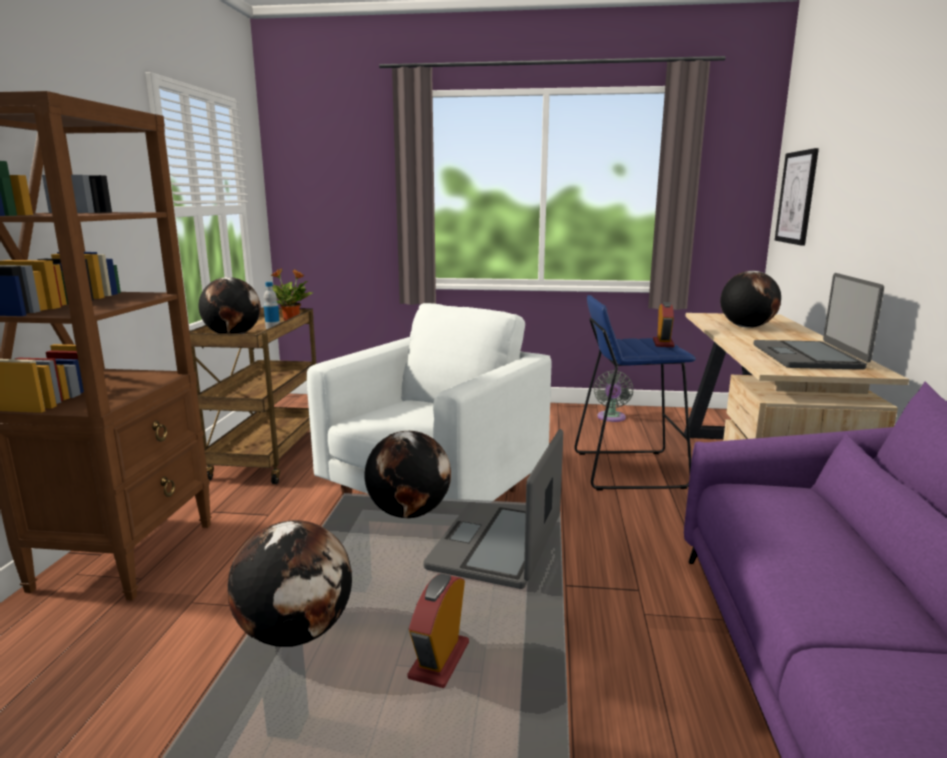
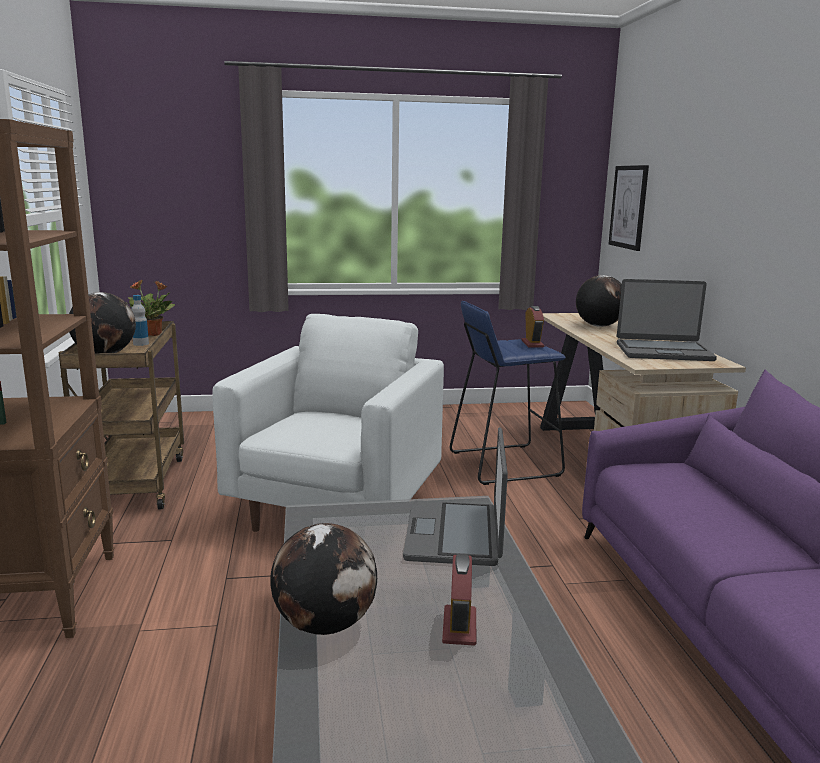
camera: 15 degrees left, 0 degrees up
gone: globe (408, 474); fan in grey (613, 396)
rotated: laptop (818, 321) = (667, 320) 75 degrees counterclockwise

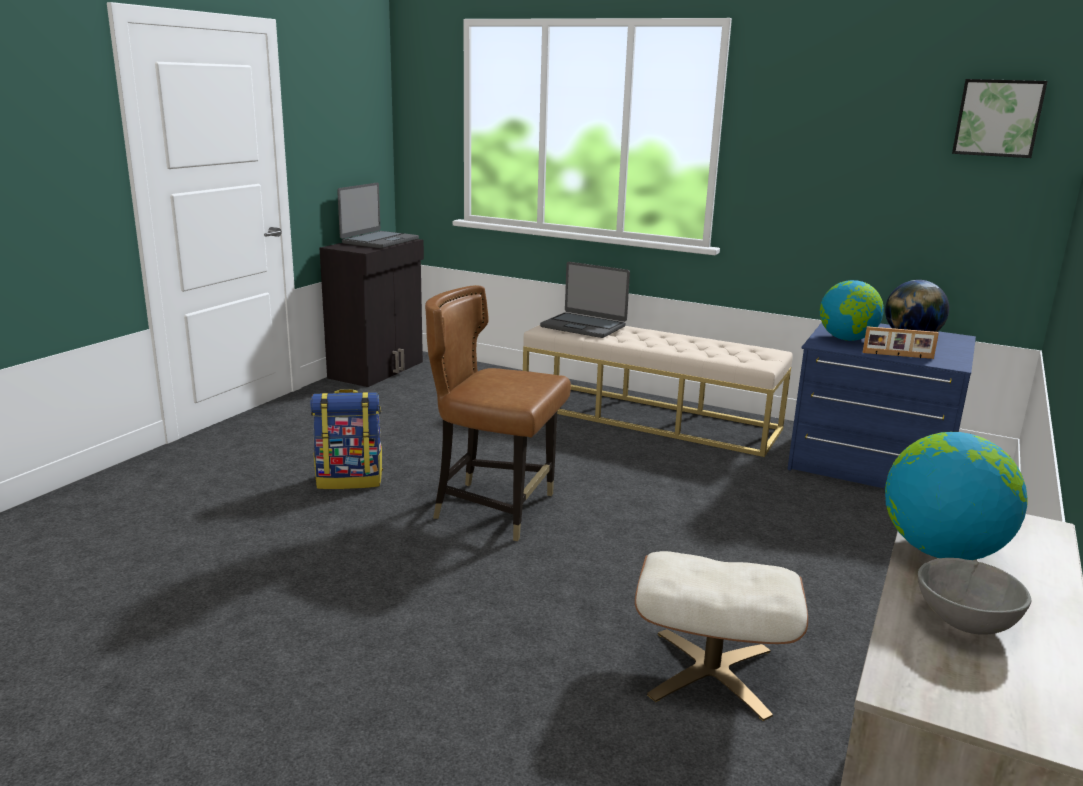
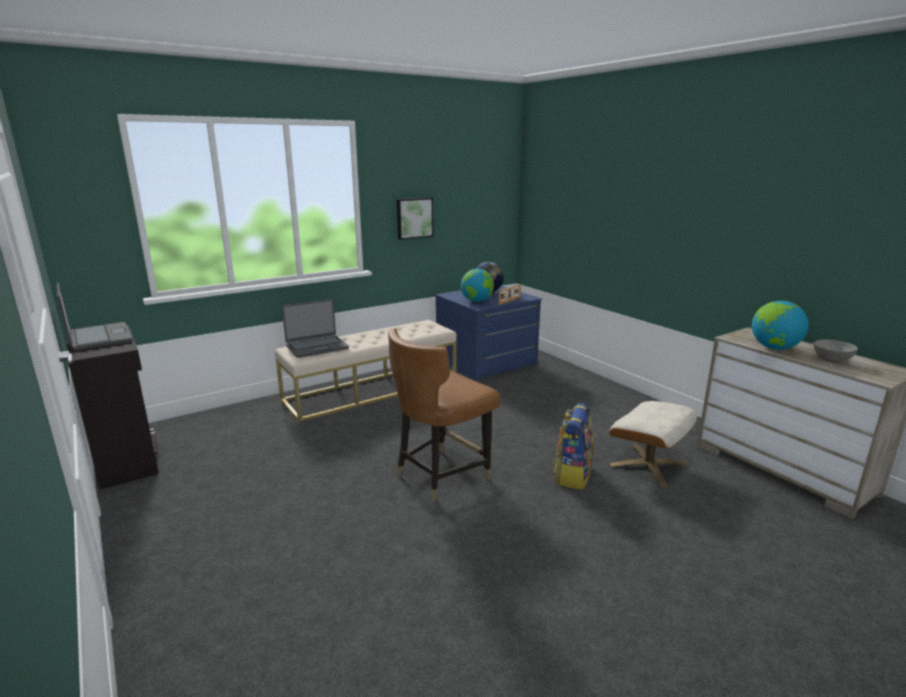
camera: 60 degrees left, 0 degrees up
shifted: picture (1000, 118) to (415, 218); backpack (346, 439) to (573, 446)

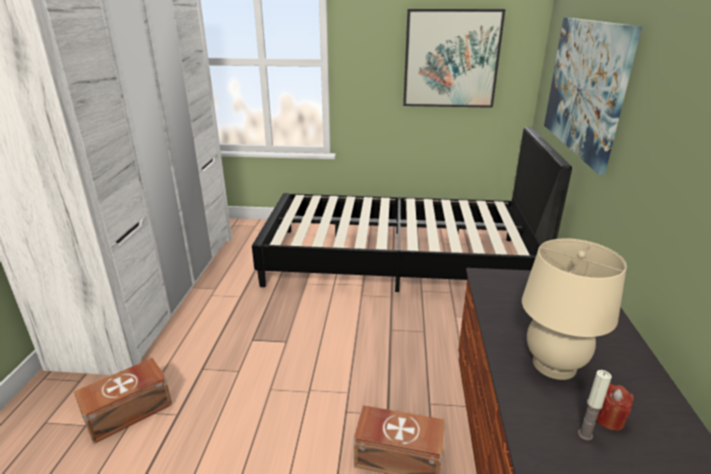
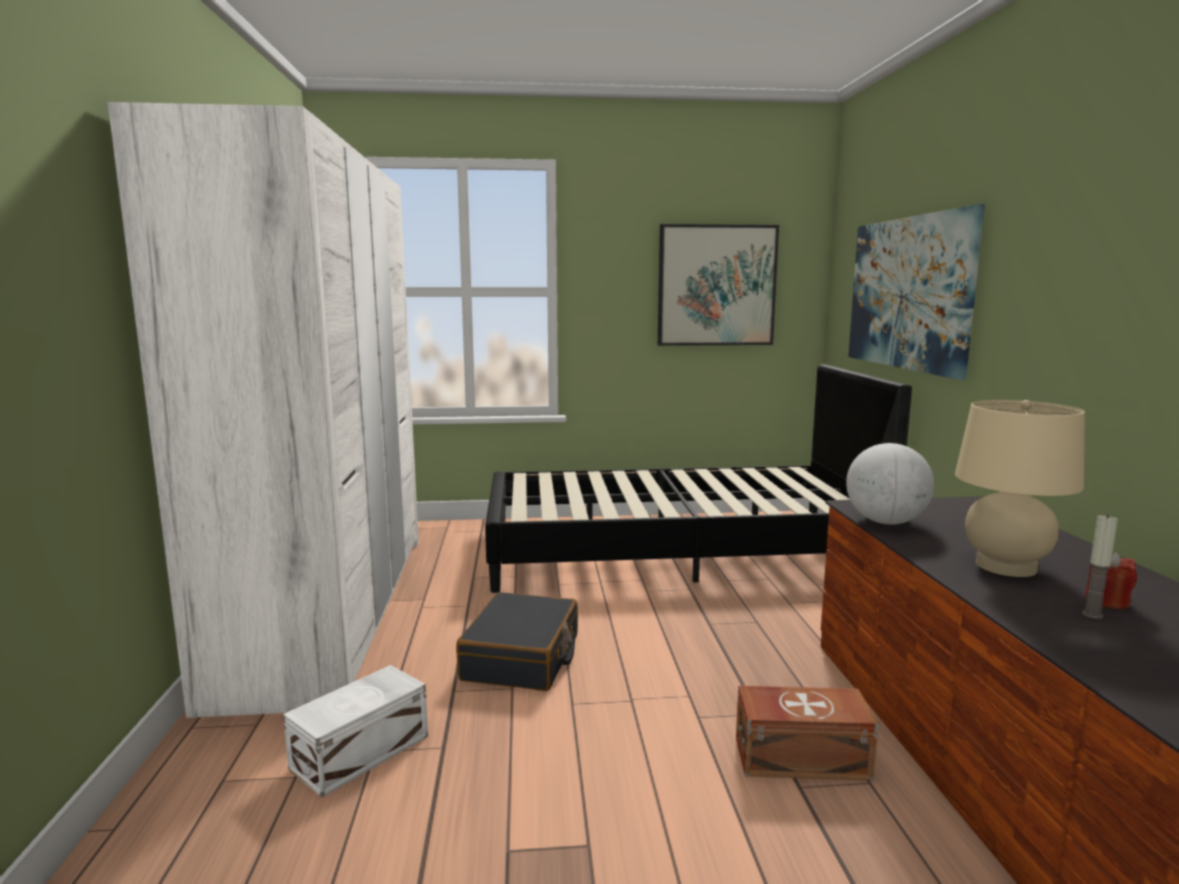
camera: 10 degrees left, 15 degrees down
new: suitcase in black (517, 641); globe (890, 484)
repainted: storage box in brown (123, 401) to storage box in white (355, 731)

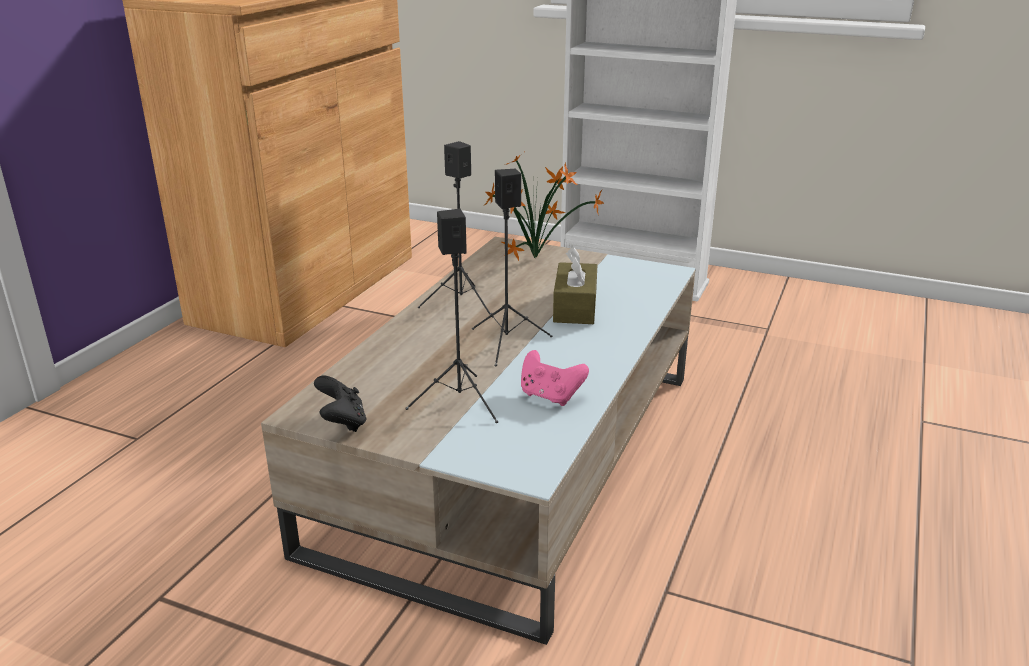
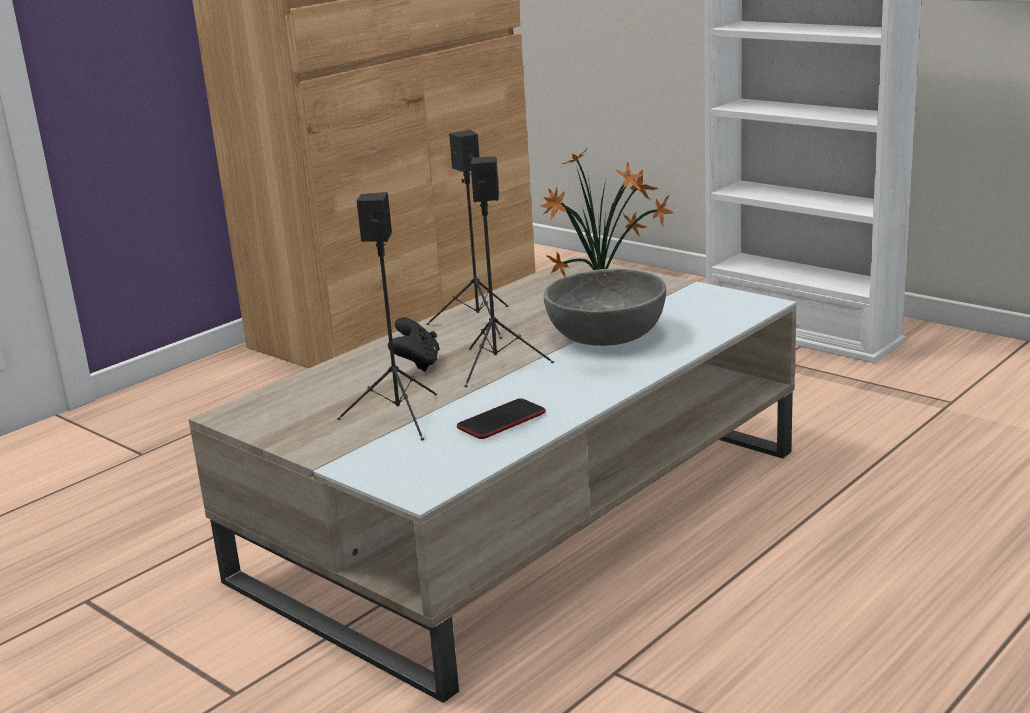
camera: 20 degrees right, 5 degrees down
shifted: game controller in black (340, 404) to (414, 344)
swapped: game controller in pink (555, 378) to phone (501, 418); tissue box in brown (575, 285) to bowl in grey (605, 307)

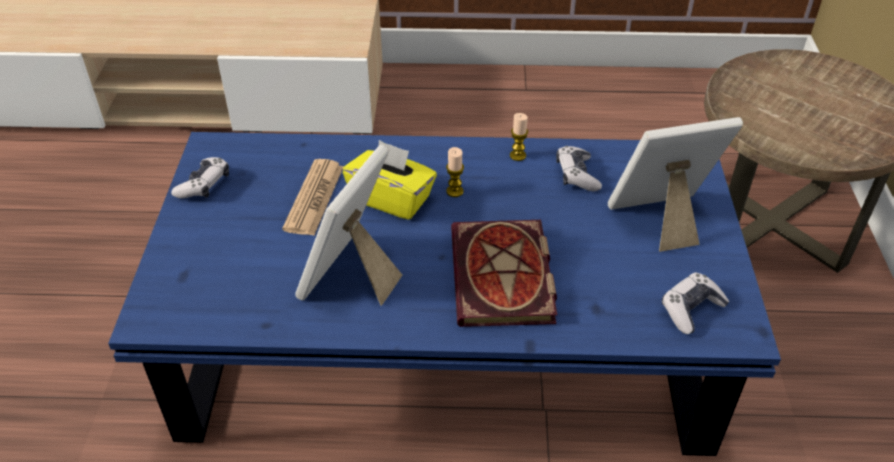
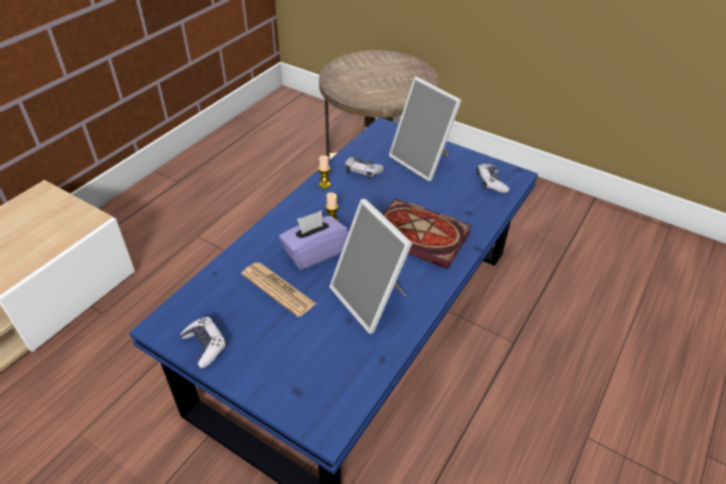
camera: 60 degrees left, 0 degrees up
repainted: tissue box in yellow (390, 180) to tissue box in purple (313, 240)
rotated: picture frame (675, 184) = (425, 129) 60 degrees counterclockwise

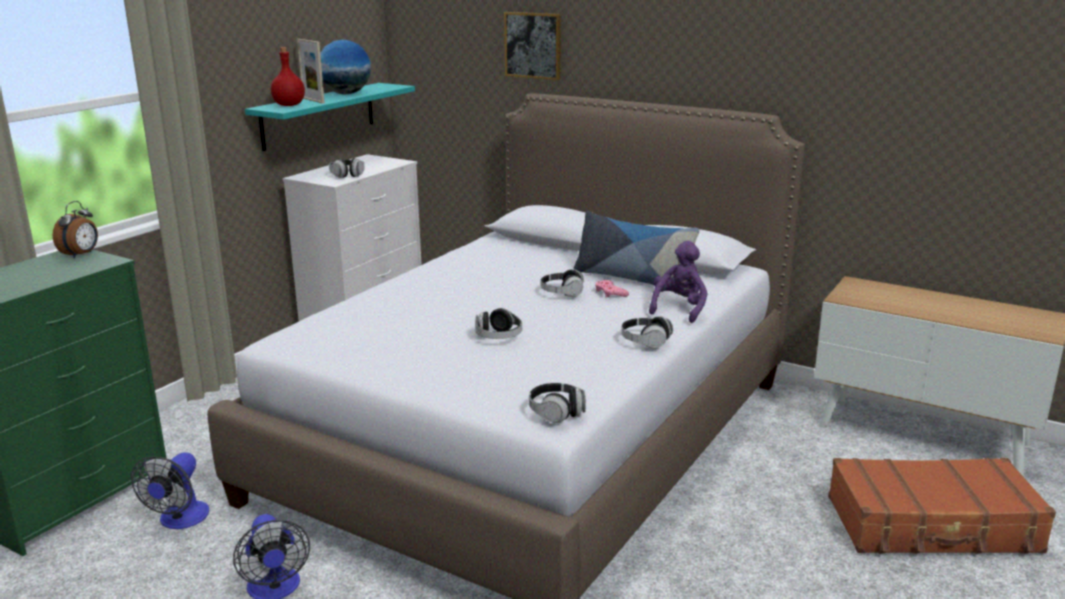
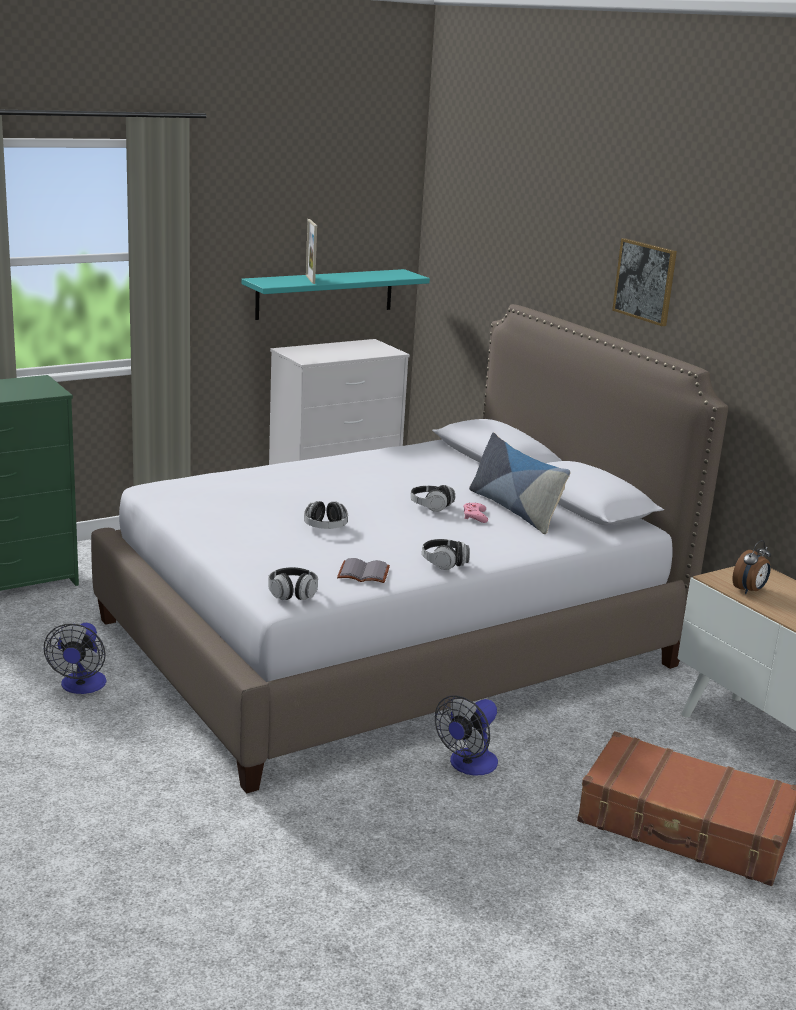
camera: 25 degrees right, 0 degrees up
gone: bottle in red (288, 76); globe (345, 67); headphones (347, 168); plush toy in purple (678, 282)
new: book in grey (363, 570)
shifted: fan (170, 490) to (466, 735); picture (532, 46) to (644, 282); alarm clock (75, 230) to (751, 567)

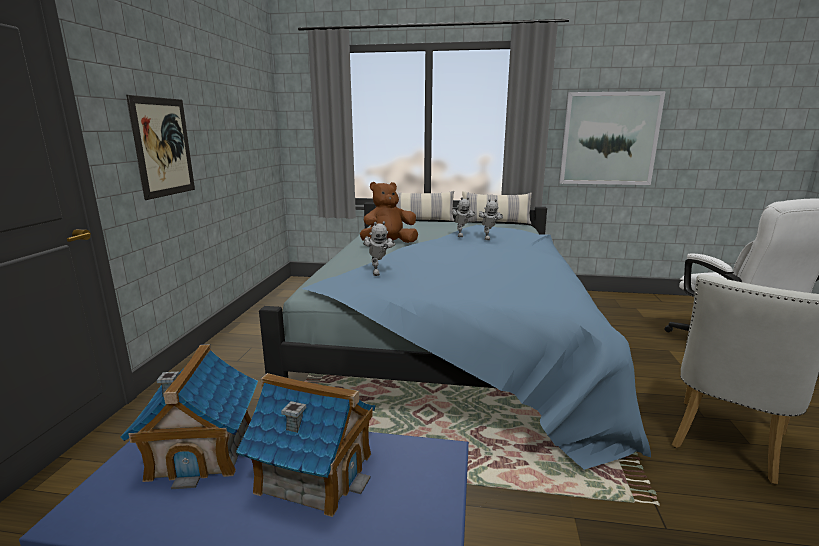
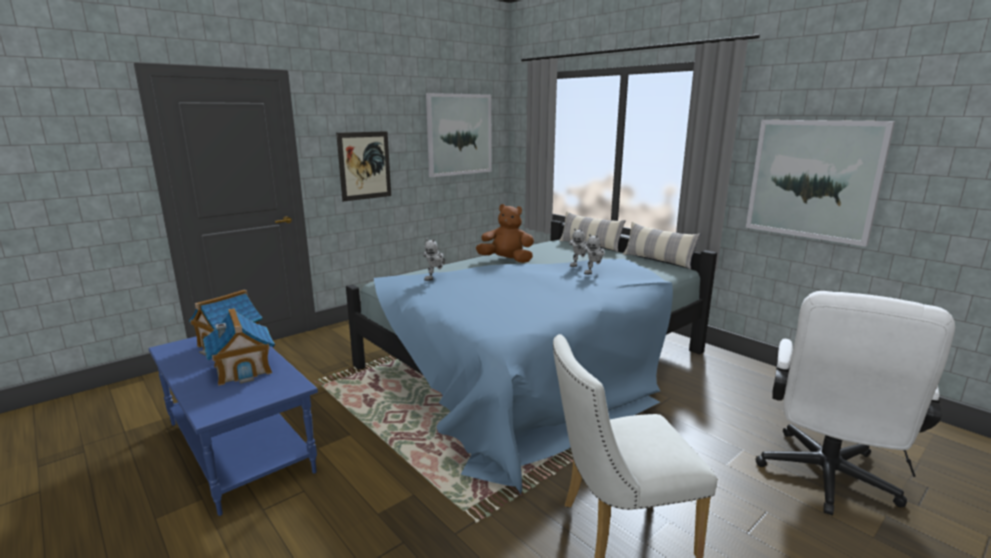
camera: 40 degrees right, 0 degrees up
new: picture (458, 135)

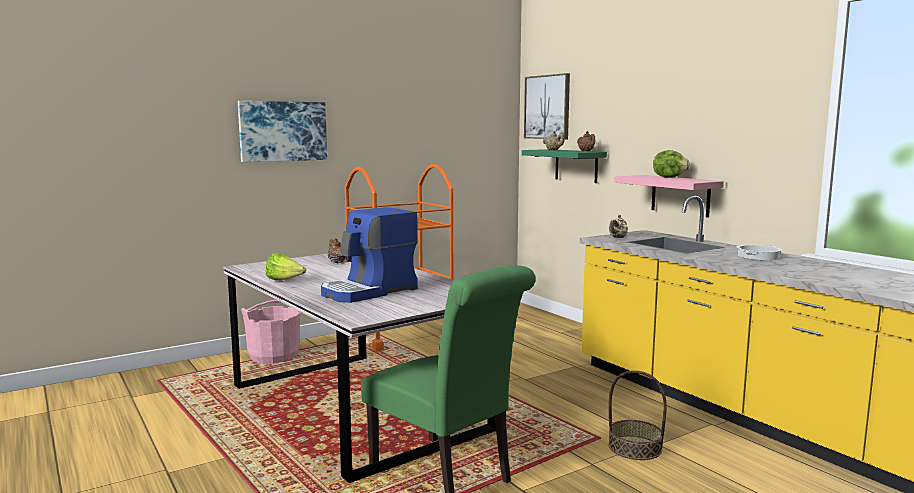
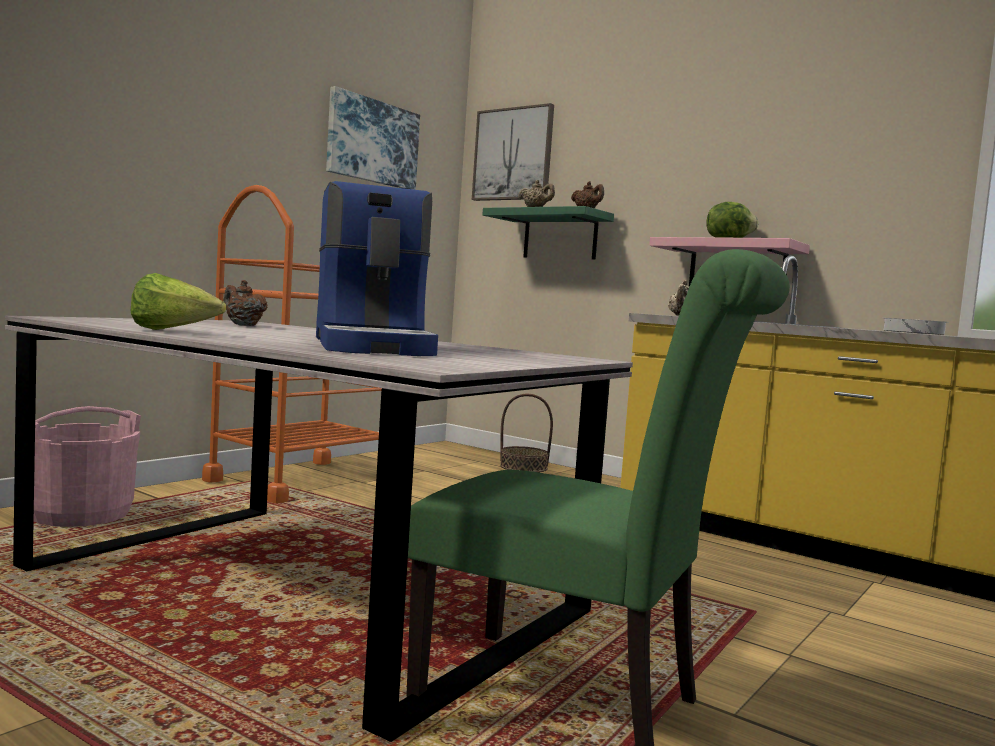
camera: 20 degrees left, 5 degrees down
shifted: picture (282, 131) to (373, 138); basket (638, 415) to (526, 433)
rotated: coffee machine (369, 255) = (377, 268) 45 degrees counterclockwise

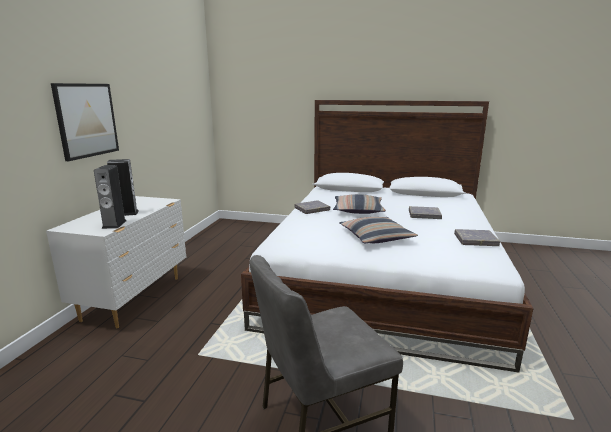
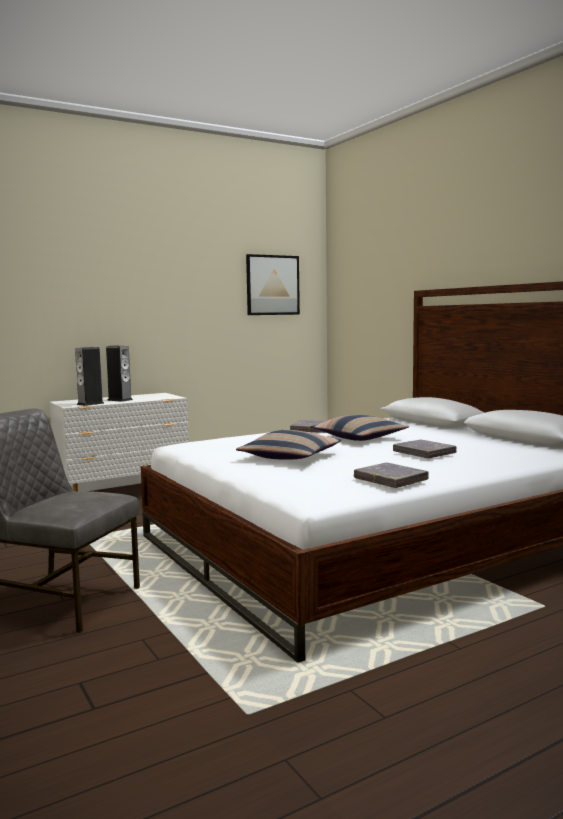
camera: 45 degrees right, 10 degrees down
shifted: picture (85, 122) to (273, 284)

